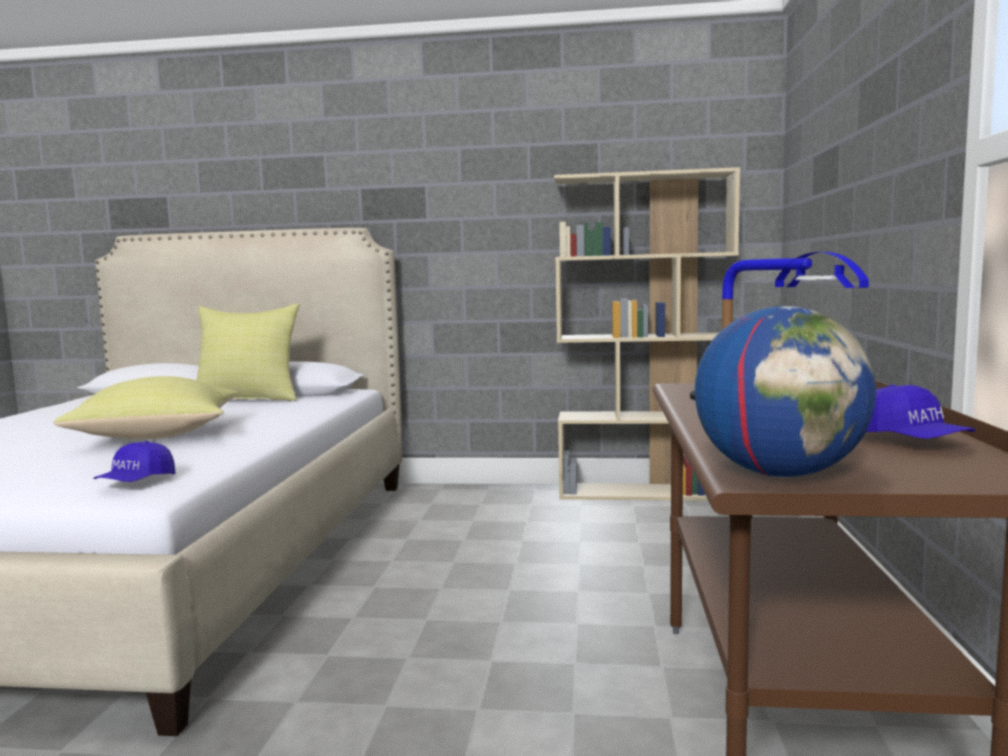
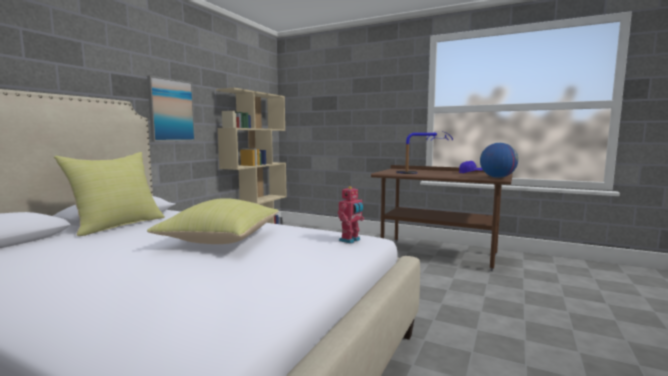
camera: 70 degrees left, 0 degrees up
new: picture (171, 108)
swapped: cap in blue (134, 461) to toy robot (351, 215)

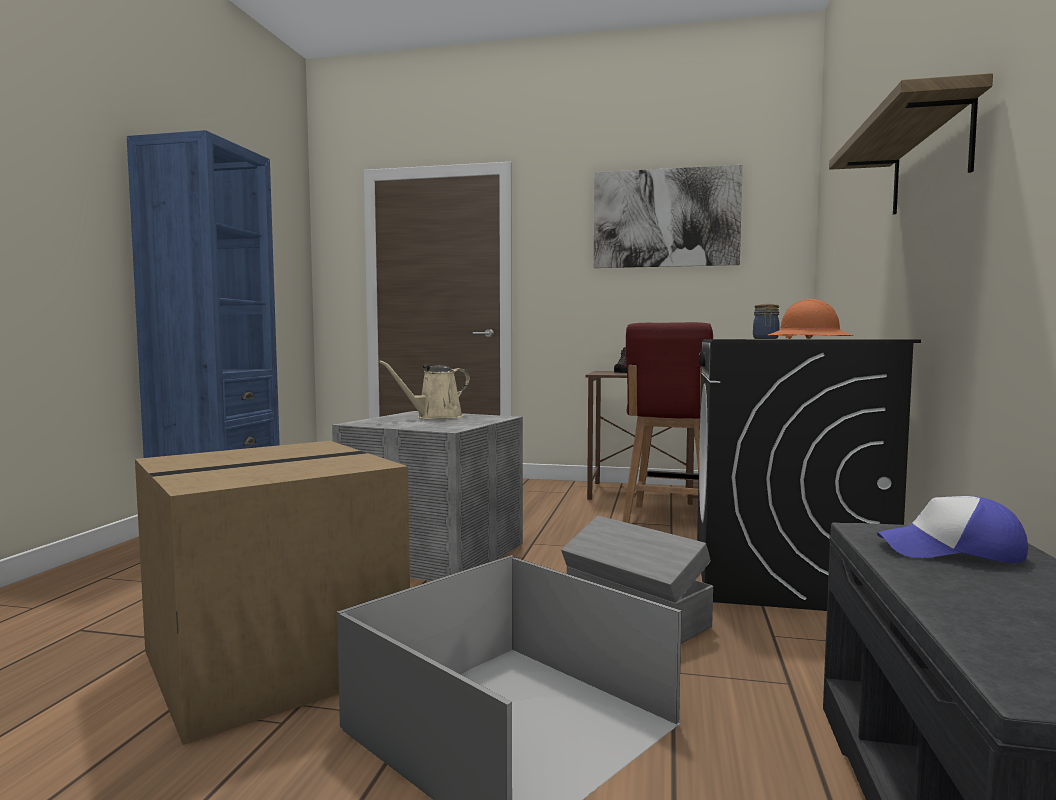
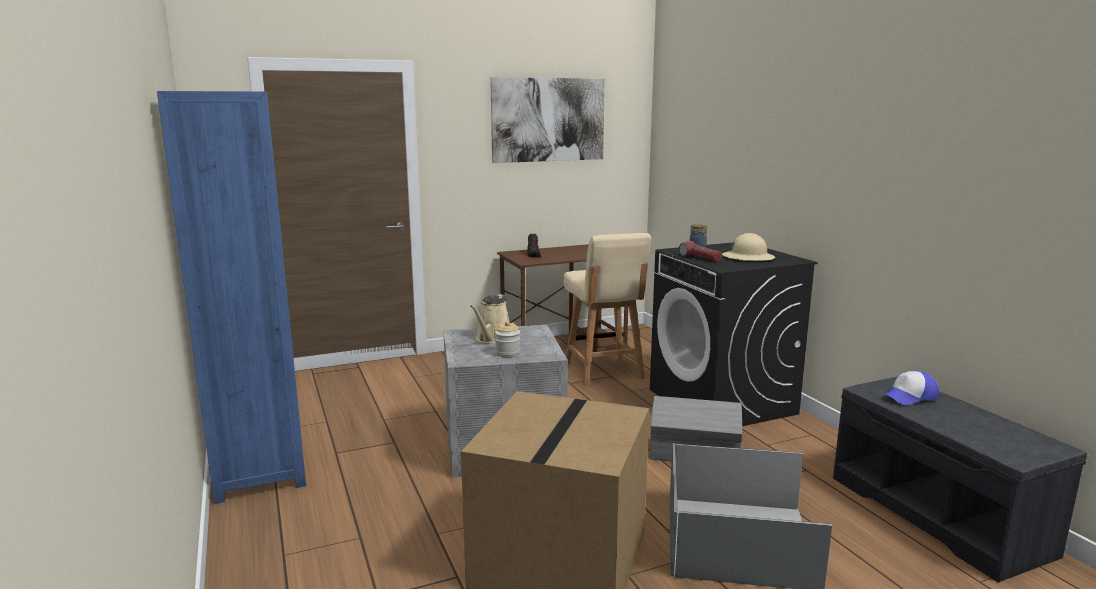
camera: 35 degrees left, 10 degrees up
gone: shelf (911, 144)
new: jar (507, 339); flashlight (700, 251)
repainted: chair in red (667, 422) to chair in beige (607, 309); hard hat in orange (811, 319) to hard hat in beige (748, 247)

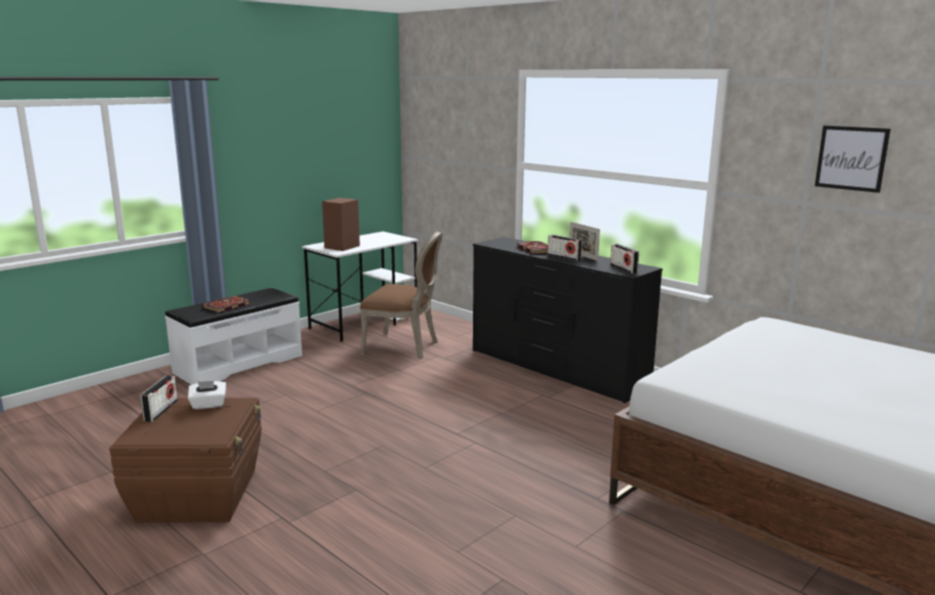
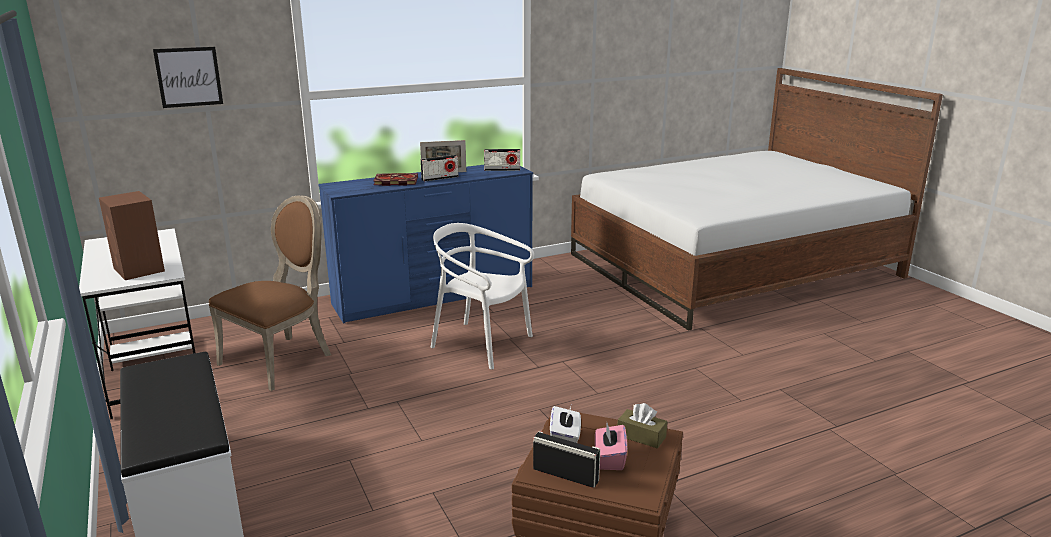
camera: 70 degrees left, 5 degrees up
gone: book (226, 304)
new: chair in white (482, 296); tissue box in pink (611, 446); tissue box in brown (642, 425)
shifted: picture (852, 159) to (188, 77)
repainted: dresser in black (568, 320) to dresser in blue (425, 244)

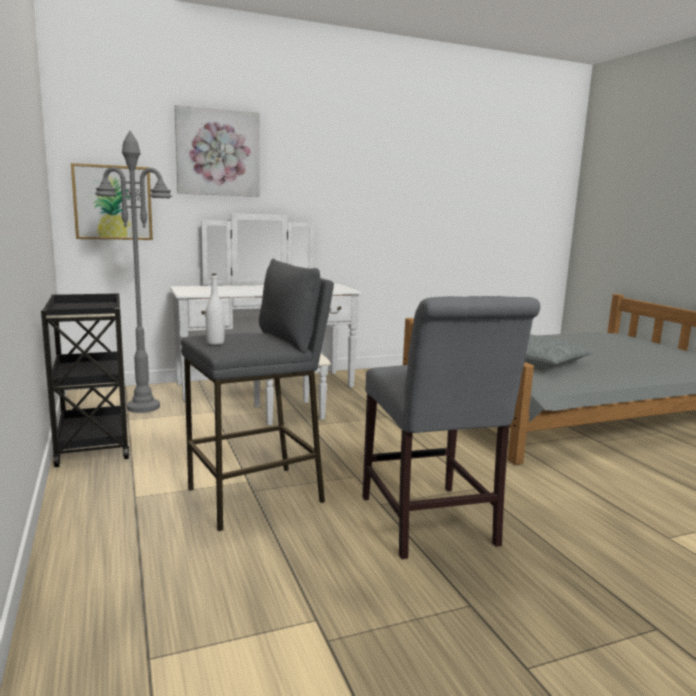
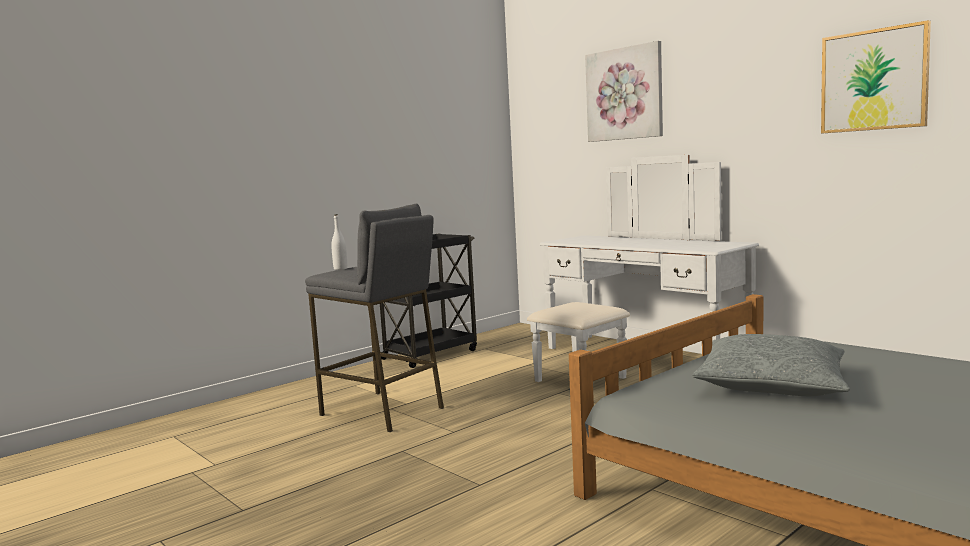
camera: 70 degrees right, 5 degrees down
gone: floor lamp in grey (133, 272); chair in grey (451, 427)
shifted: picture (112, 201) to (876, 76)

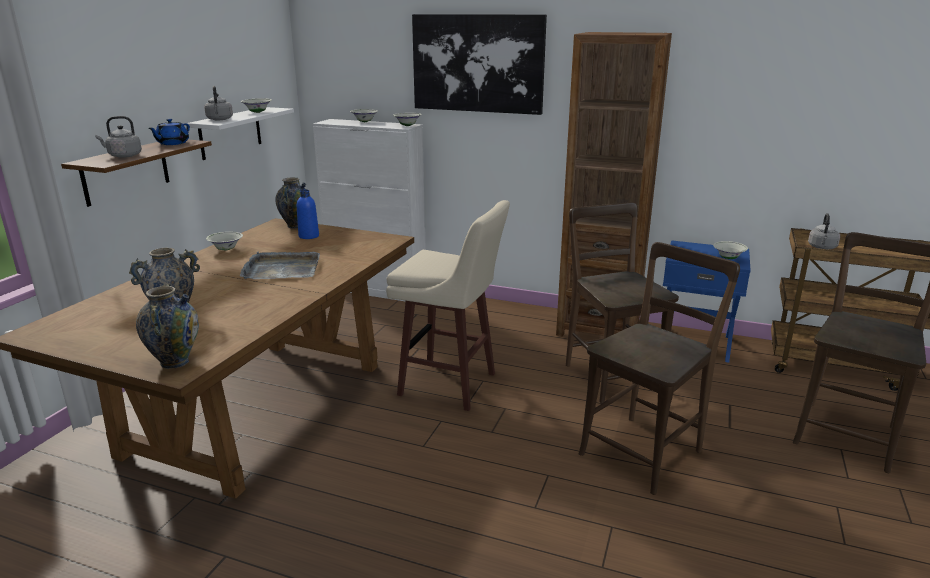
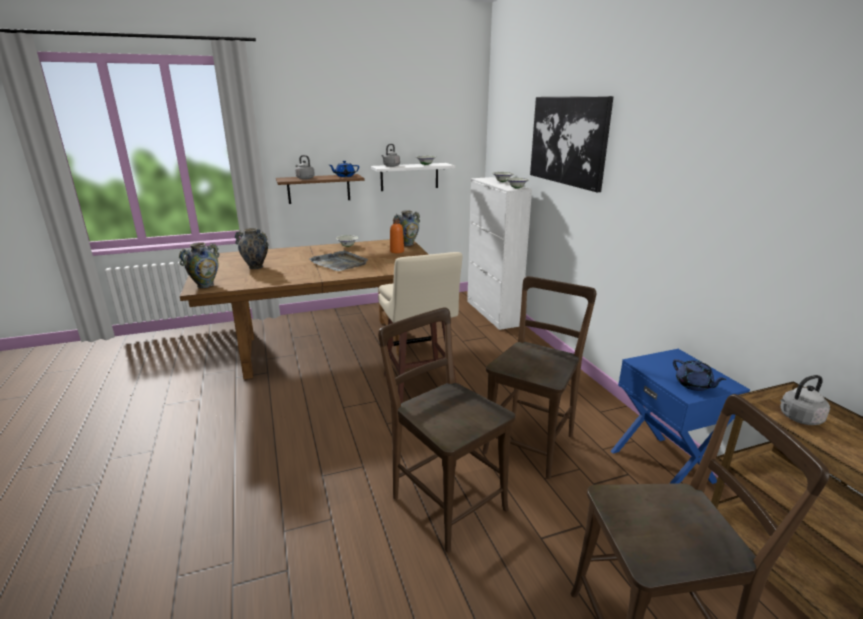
camera: 50 degrees right, 0 degrees up
gone: bookcase in brown (614, 184)
swapped: bowl in white (730, 250) to teapot in blue (699, 375)
repainted: bottle in blue (308, 214) to bottle in orange (397, 236)
rotated: chair in brown (659, 368) = (446, 430) 135 degrees counterclockwise

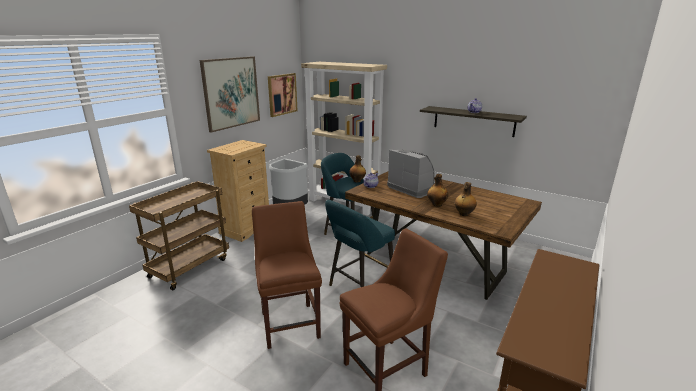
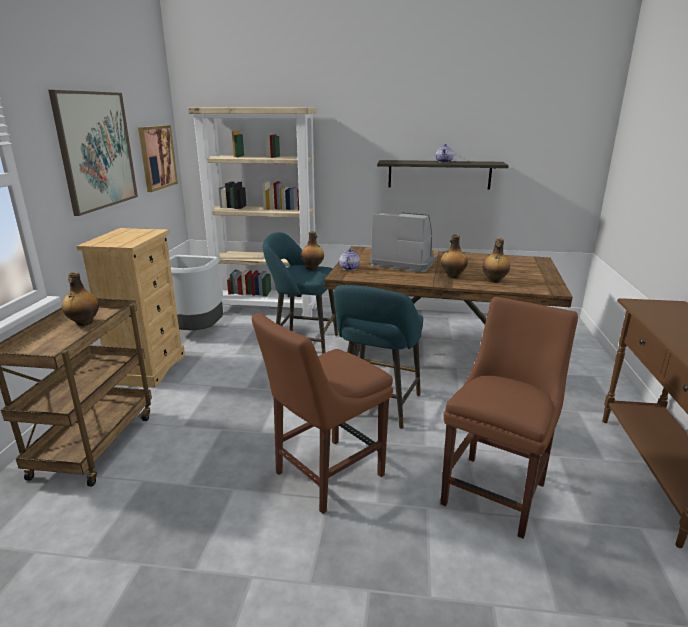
camera: 25 degrees left, 0 degrees up
new: bottle (80, 299)
rotated: chair in brown (287, 275) = (322, 413) 90 degrees counterclockwise

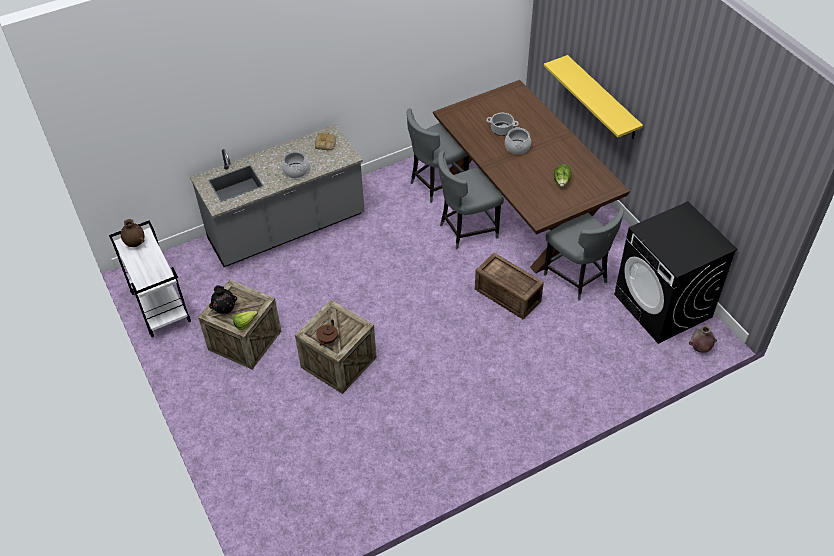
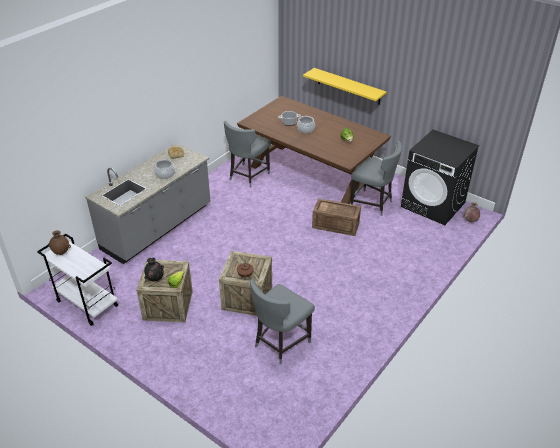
camera: 25 degrees left, 10 degrees down
shifted: chair in grey (471, 200) to (282, 321)

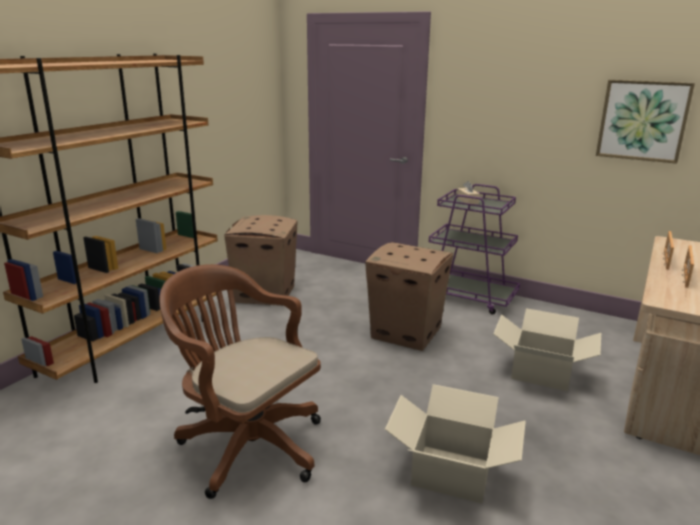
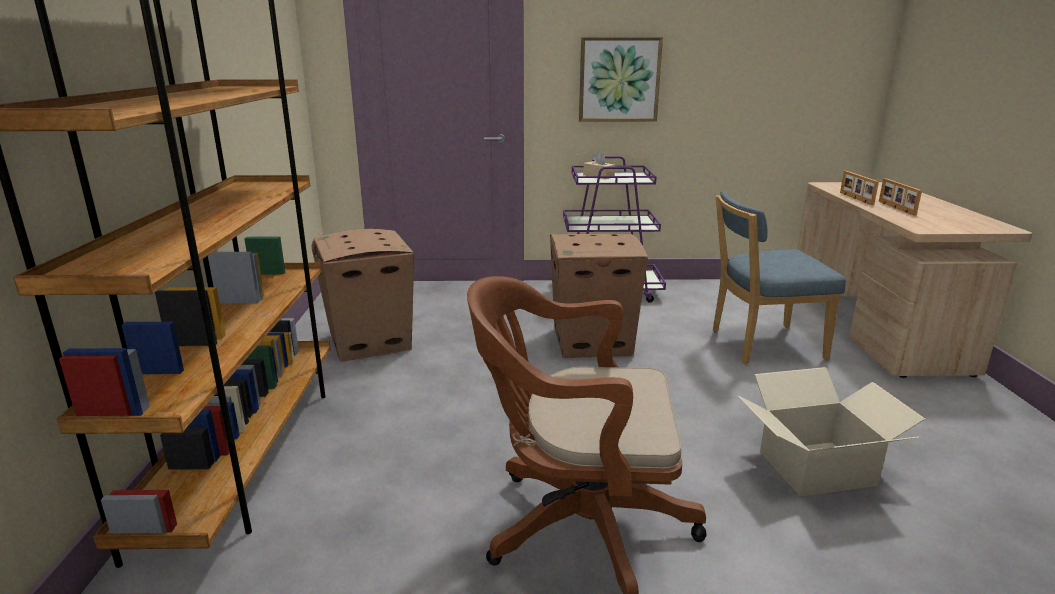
camera: 30 degrees left, 0 degrees up
shifted: picture (645, 122) to (621, 79)
swapped: cardboard box (547, 349) to chair in blue (779, 277)

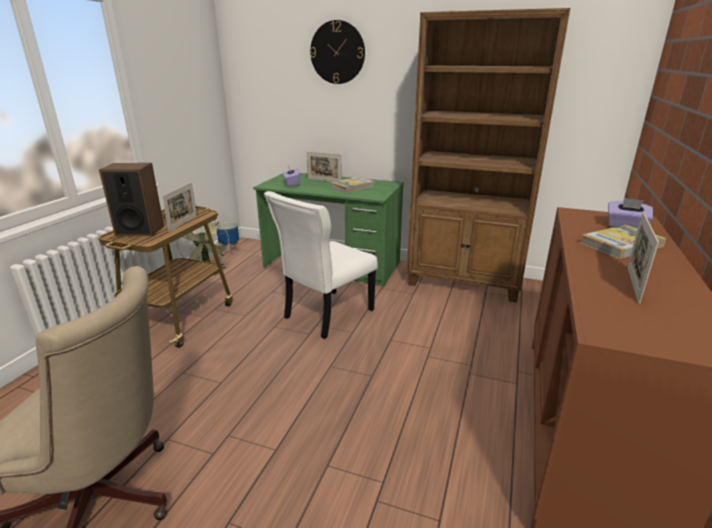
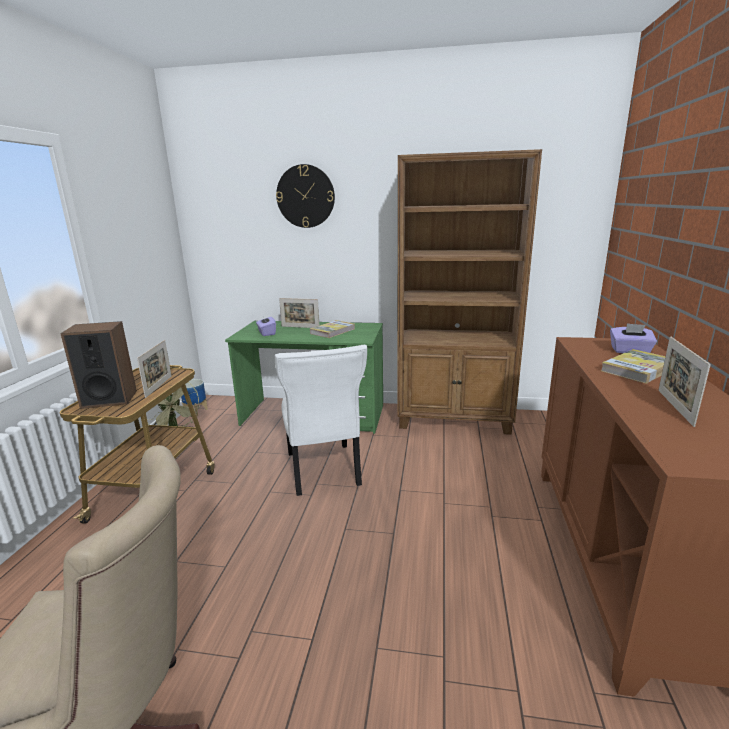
camera: 10 degrees left, 5 degrees down
rotated: chair in white (321, 265) = (321, 420) 45 degrees counterclockwise

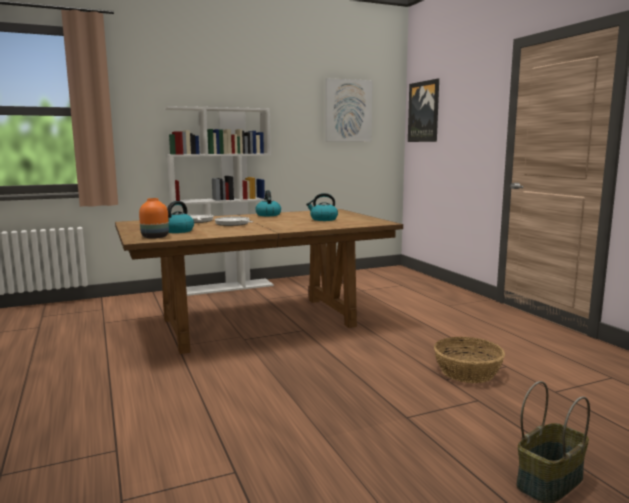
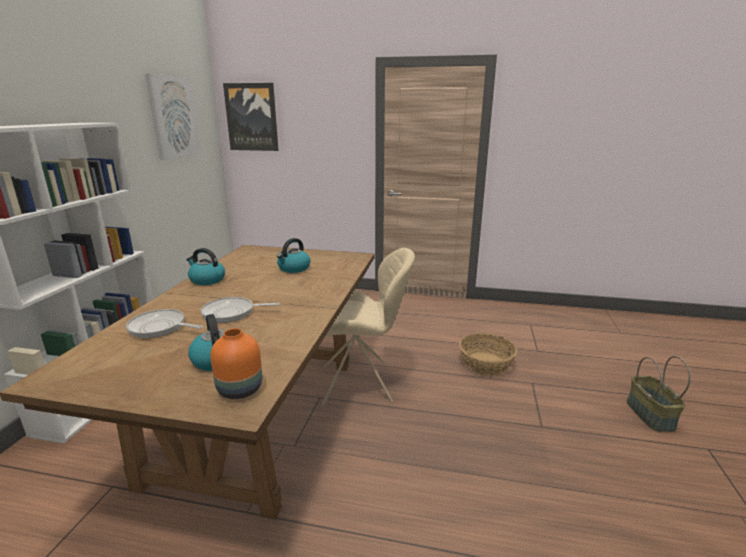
camera: 55 degrees left, 10 degrees up
new: chair in beige (368, 327)

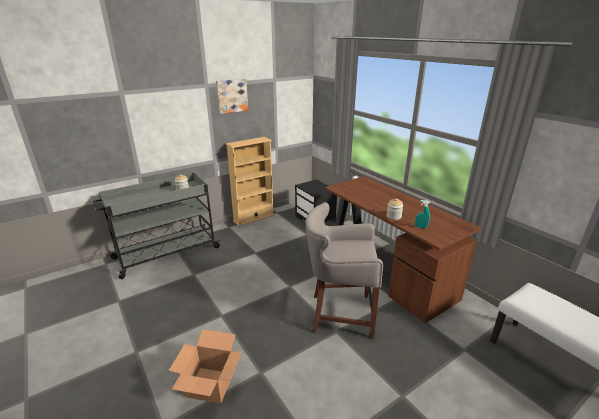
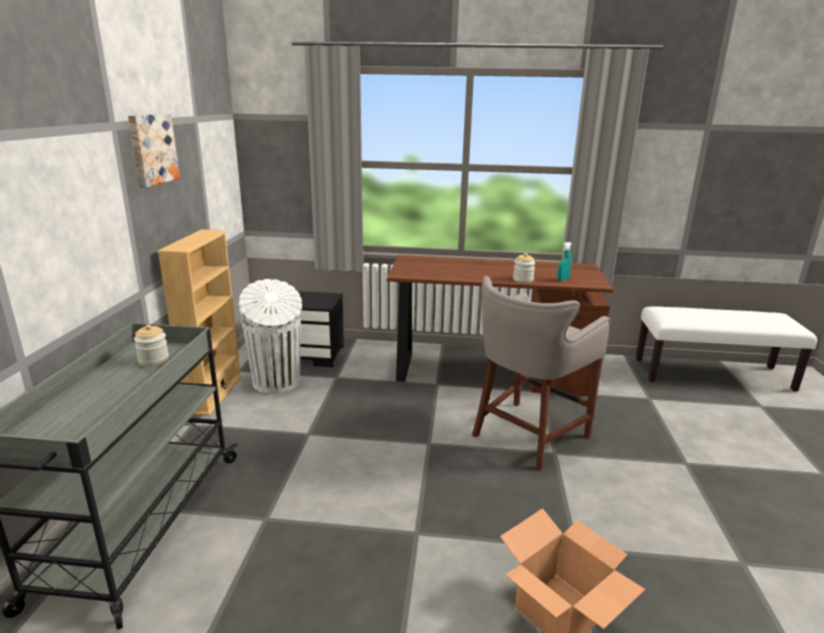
camera: 50 degrees left, 5 degrees down
new: trash can in white (270, 336)

